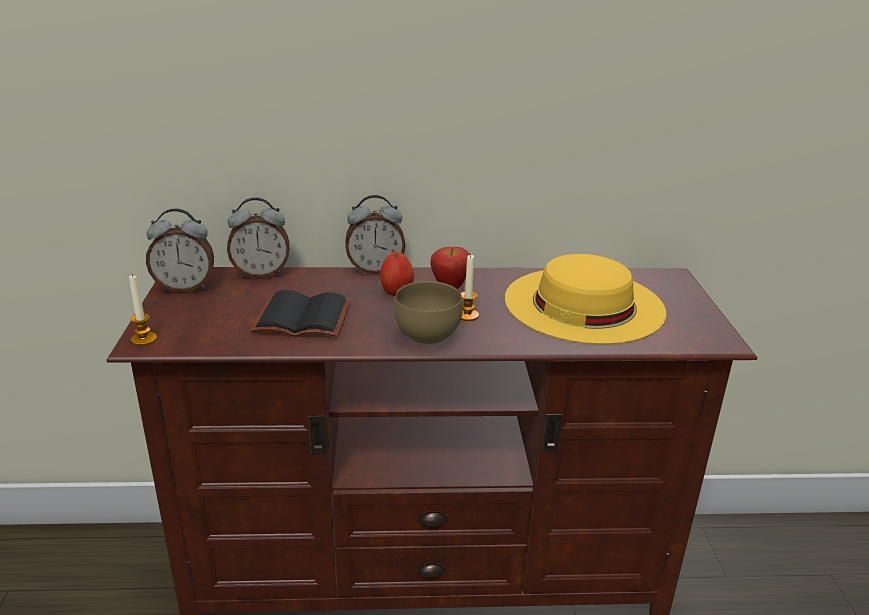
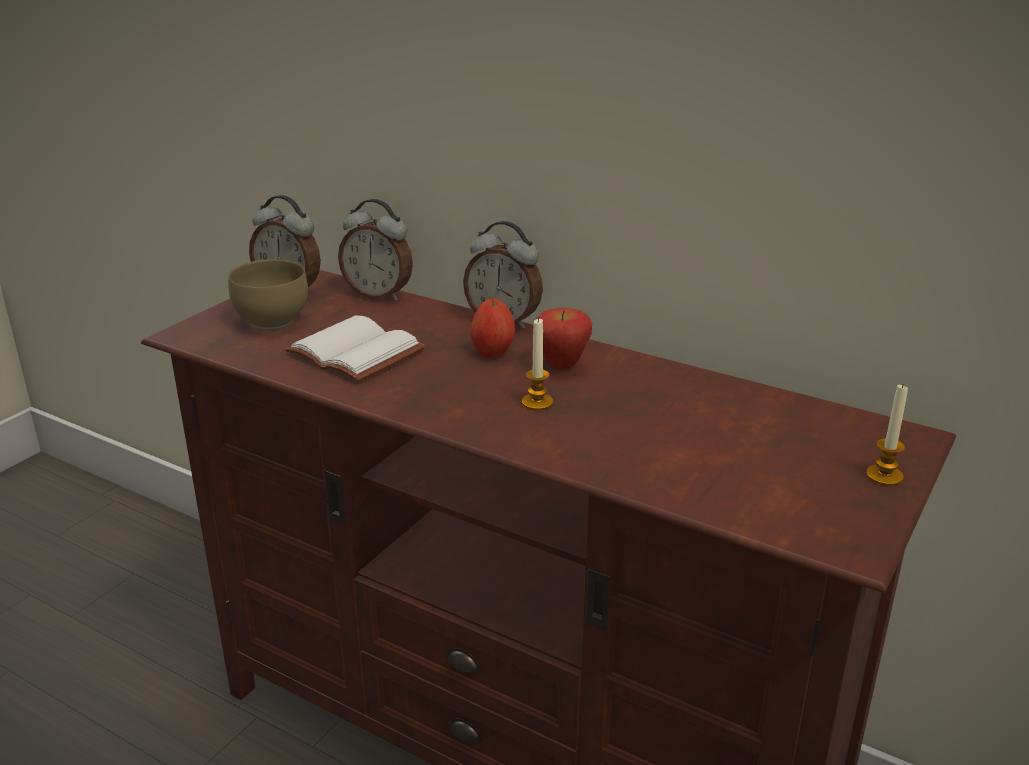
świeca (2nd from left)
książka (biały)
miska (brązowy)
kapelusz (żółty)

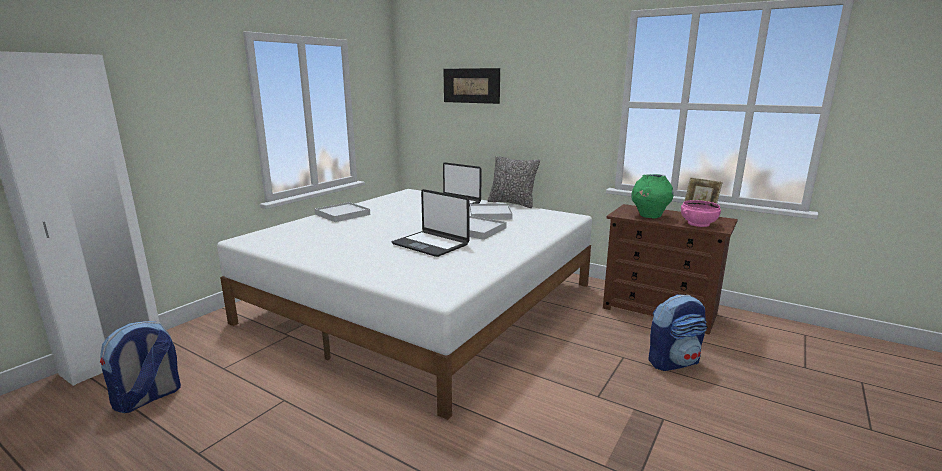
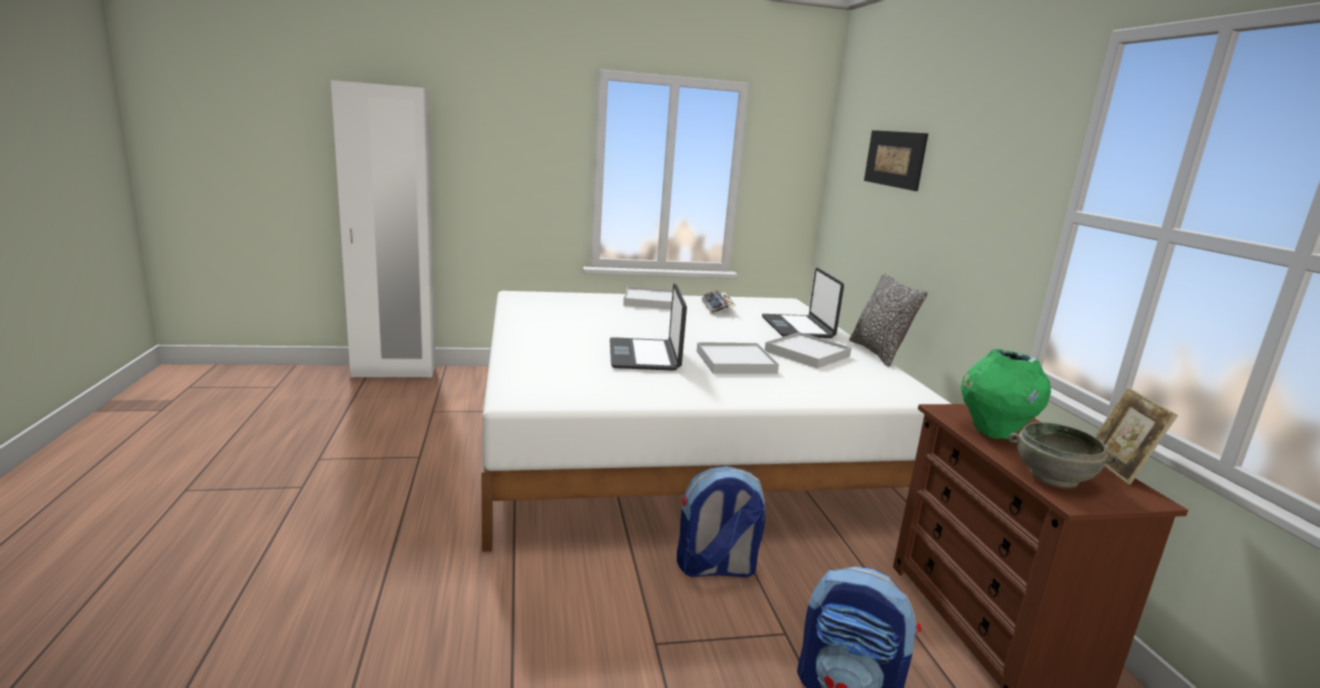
plecak (1st from left)
miska (szary)
klawiatura

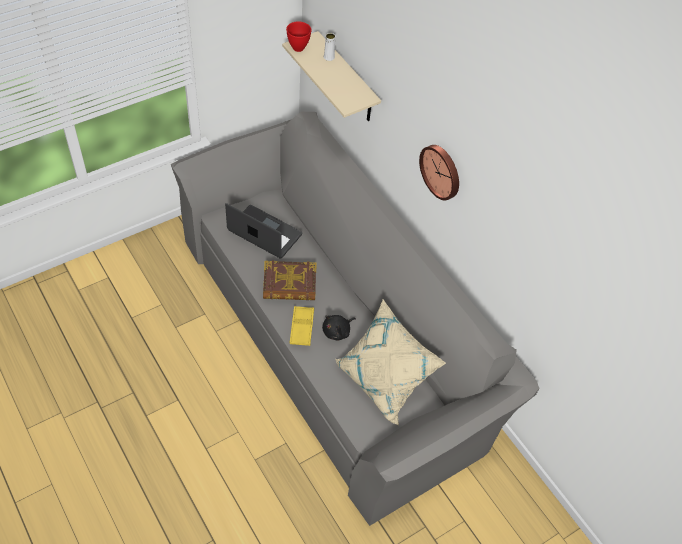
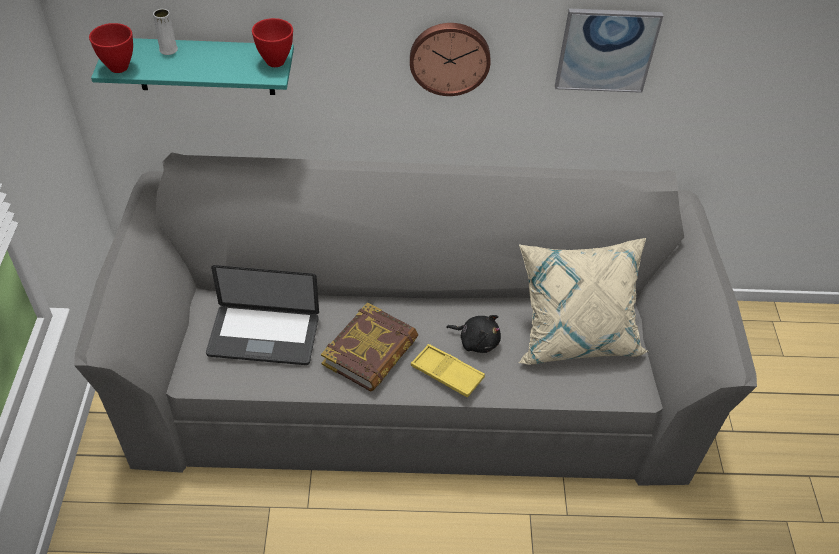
laptop
półka (turkusowy)
pluszak (czarny)
miska (czerwony) (2nd from left)
obraz

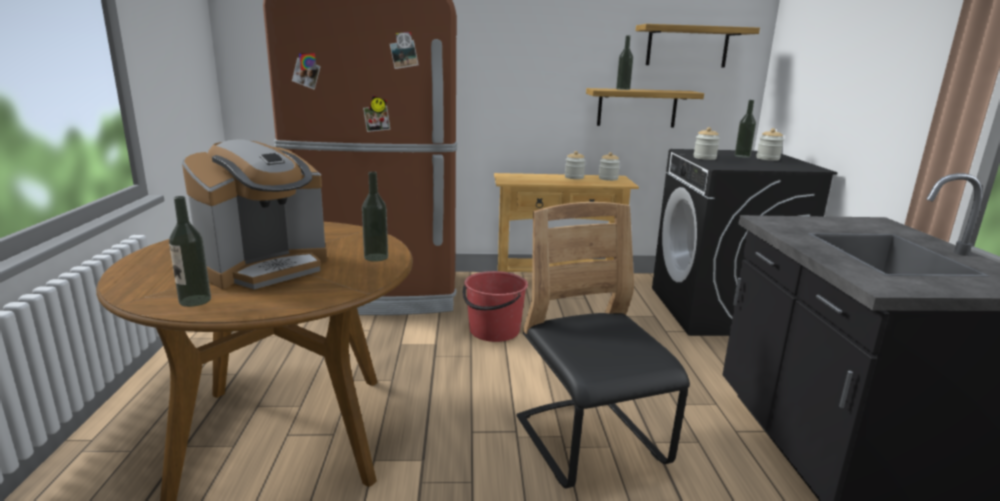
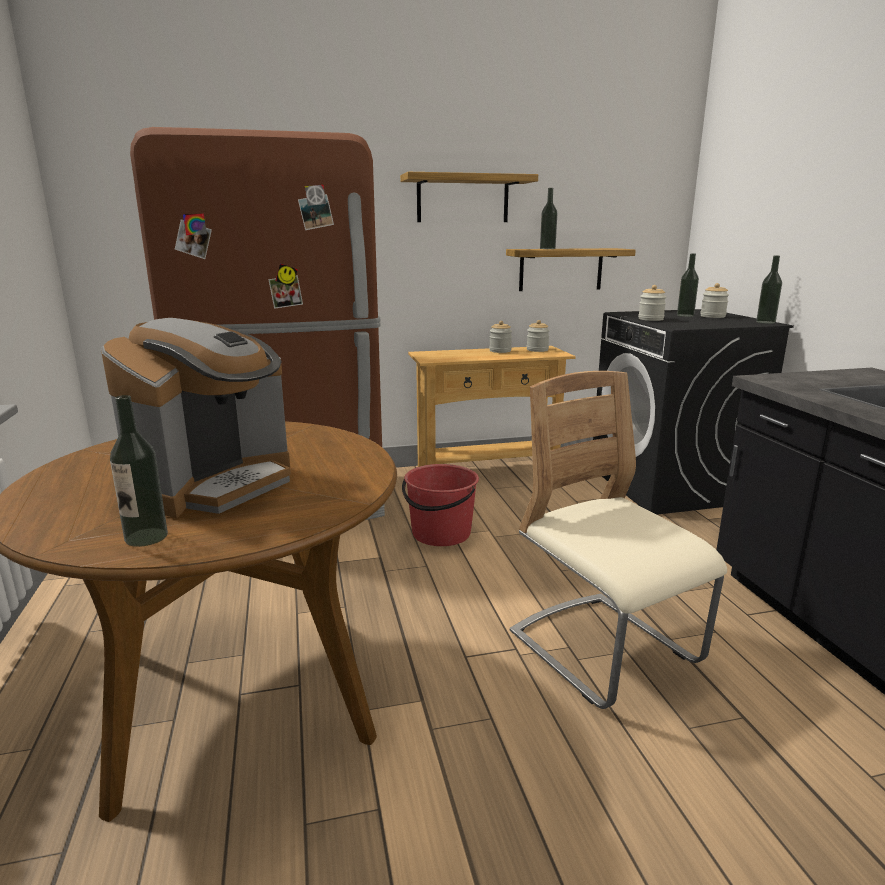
butelka (4th from left)
krzesło (beżowy)
półka (1st from left)

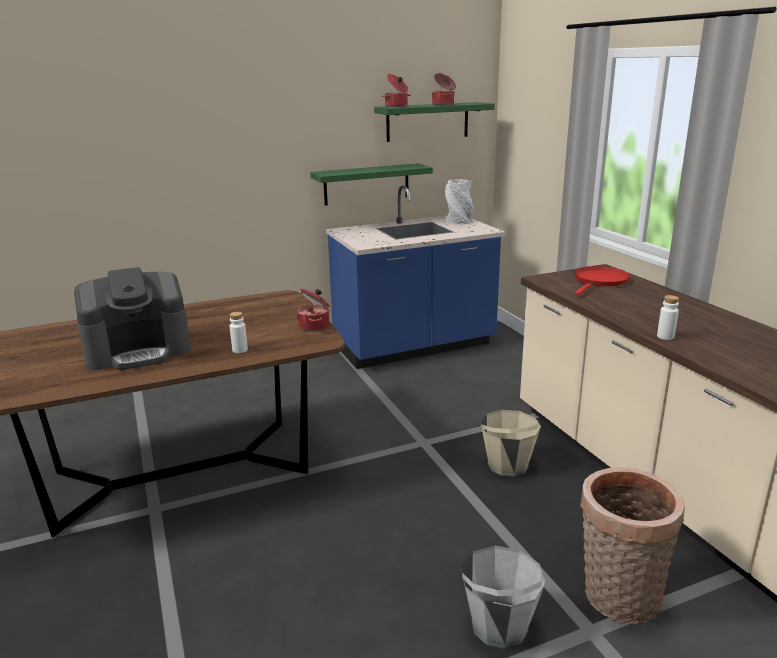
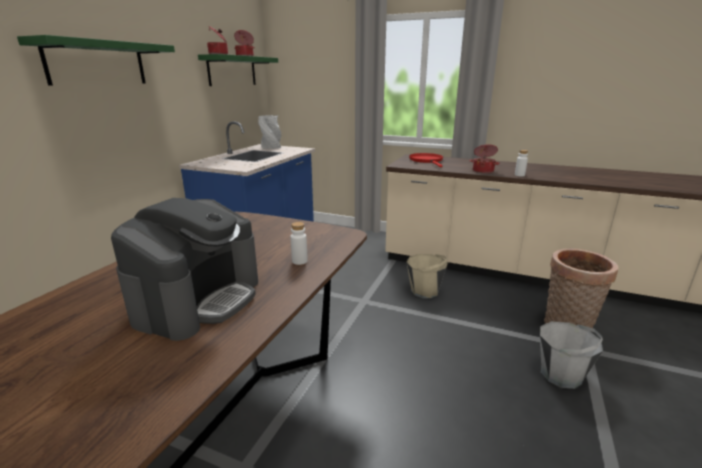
garnek (3rd from left)
półka (zielony) (1st from left)

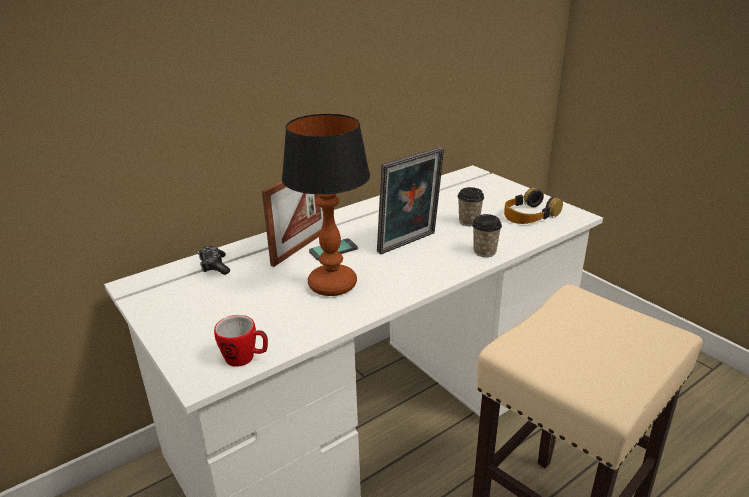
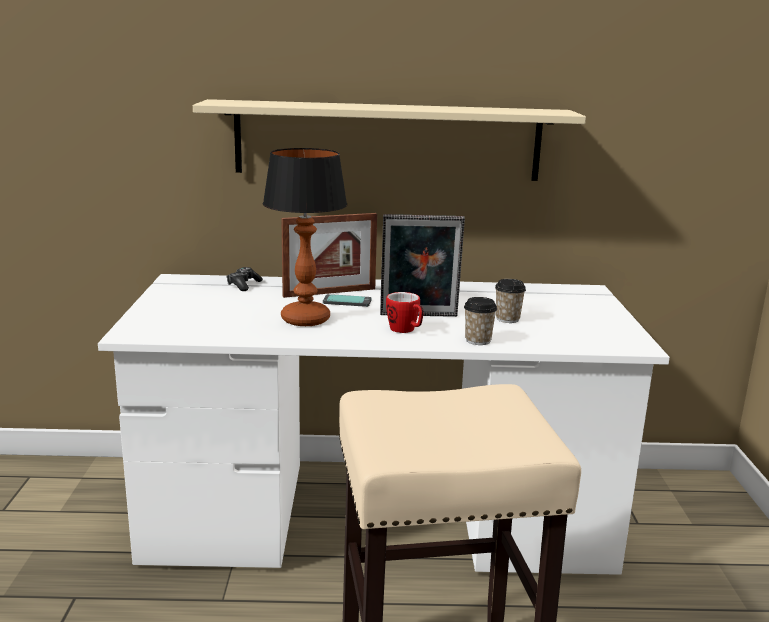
kubek
słuchawki
półka (beżowy)

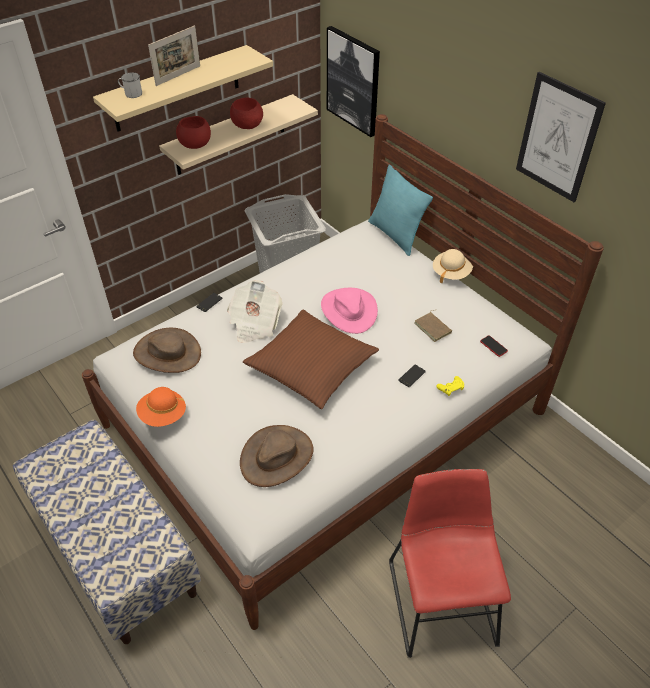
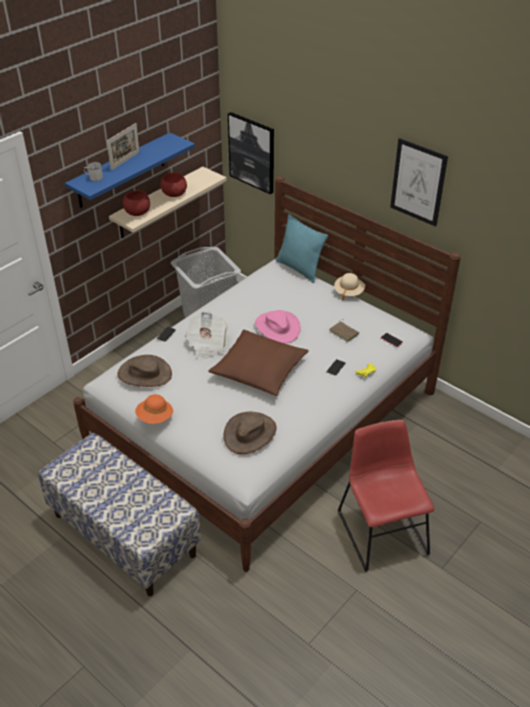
półka (niebieski)

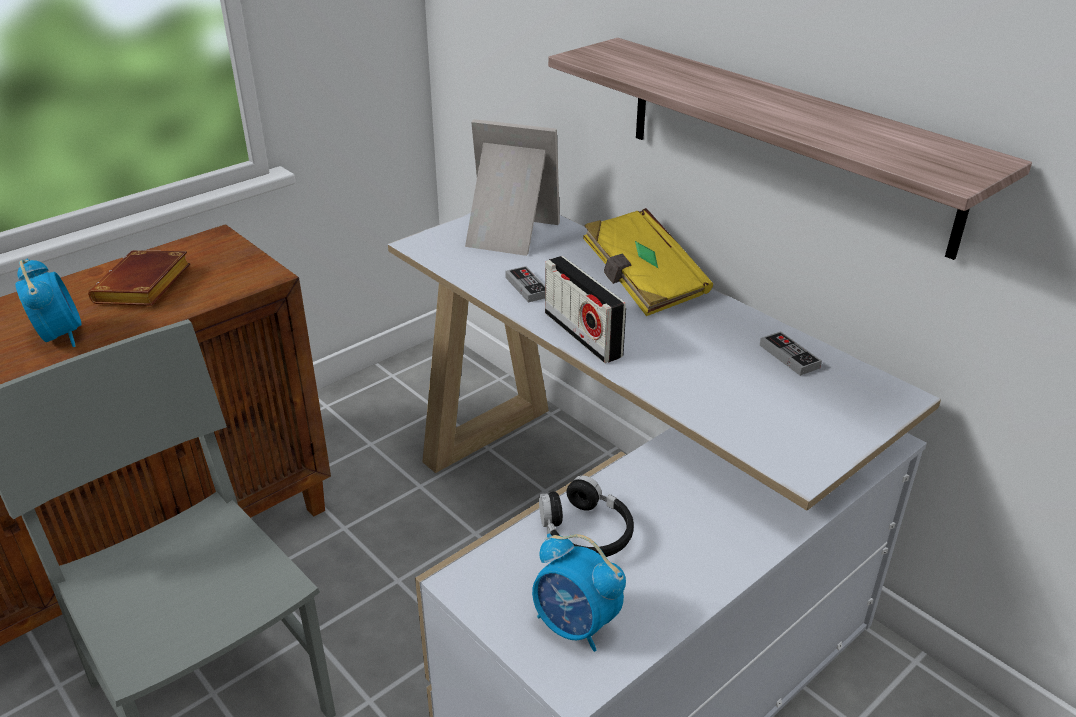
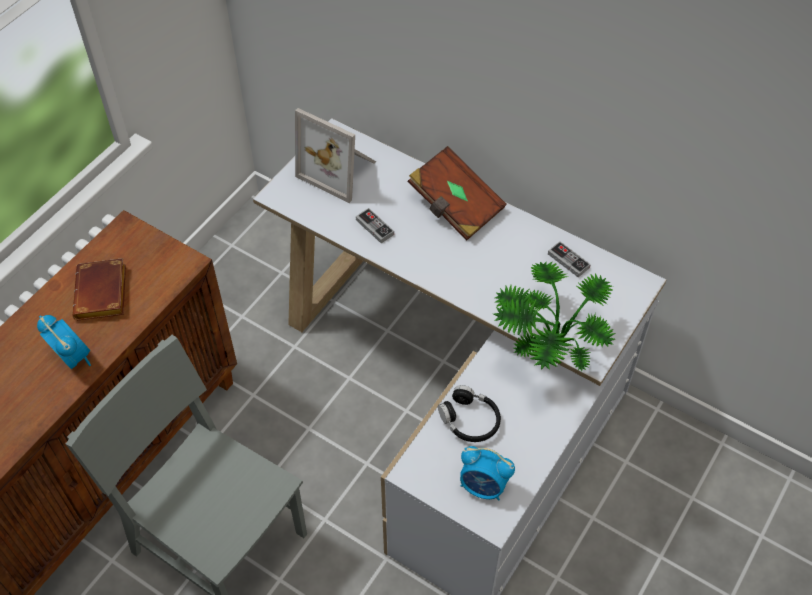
ramka na zdjęcie
radio
półka
książka (brązowy) (2nd from left)
roślina doniczkowa

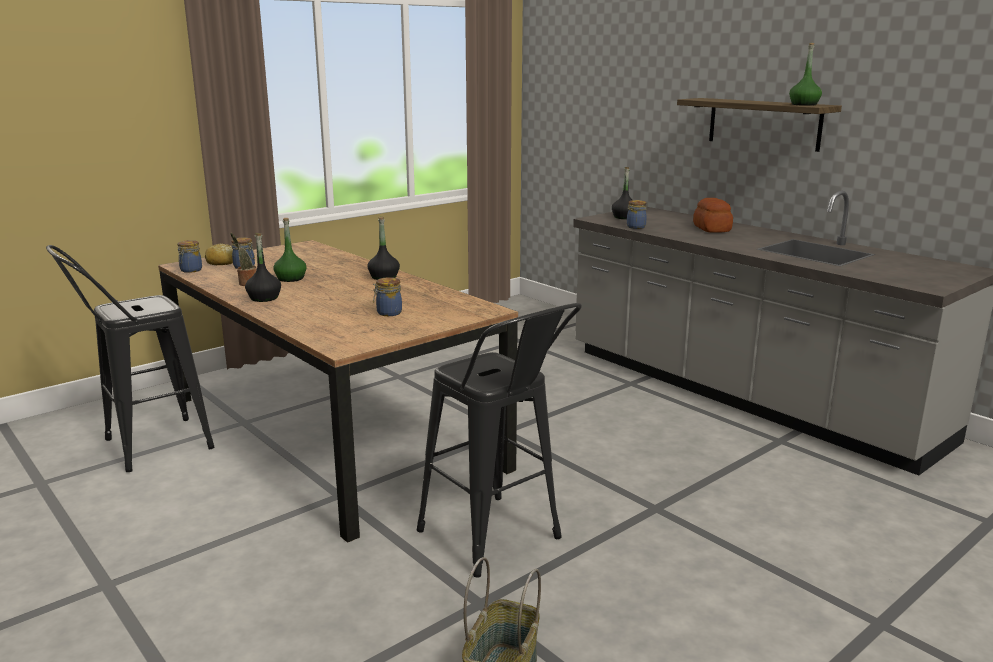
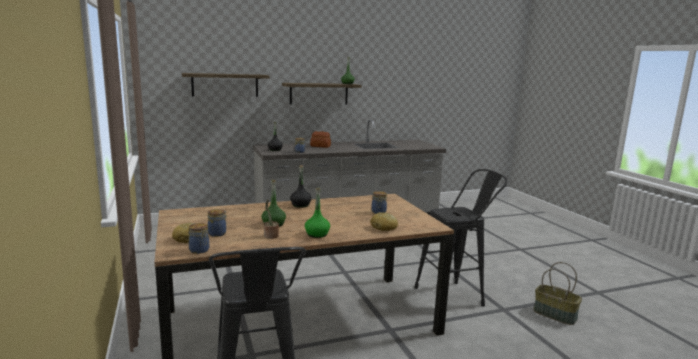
butelka (zielony) (2nd from left)
półka (1st from left)
chleb (3rd from left)

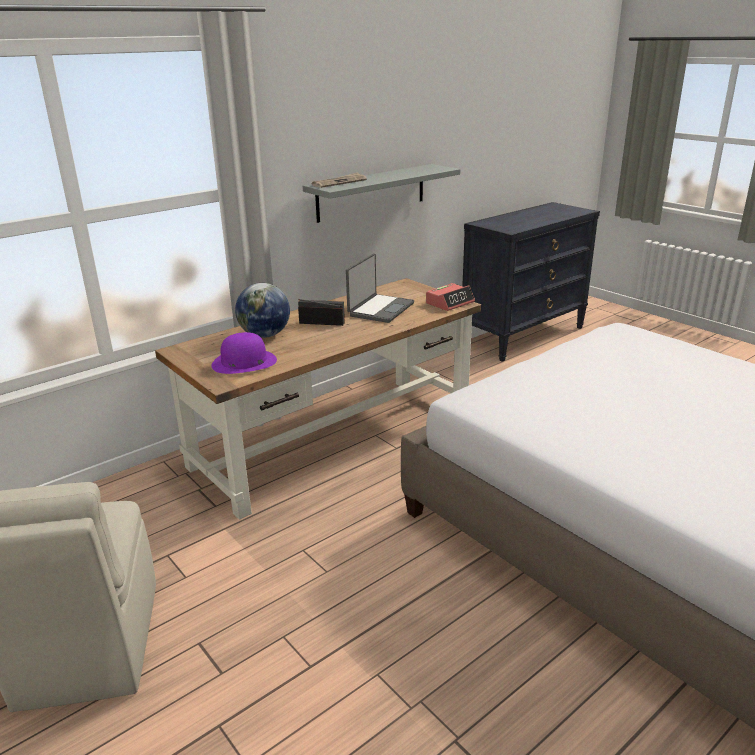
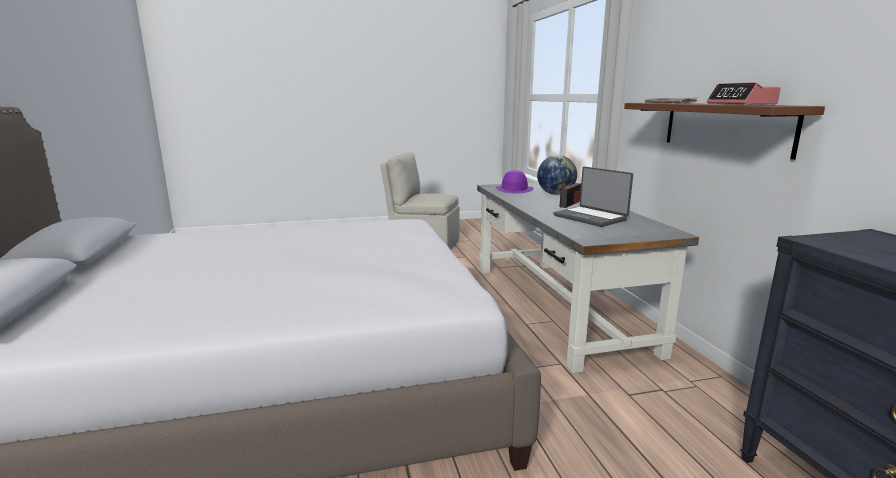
biurko (szary)
półka (brązowy)
budzik

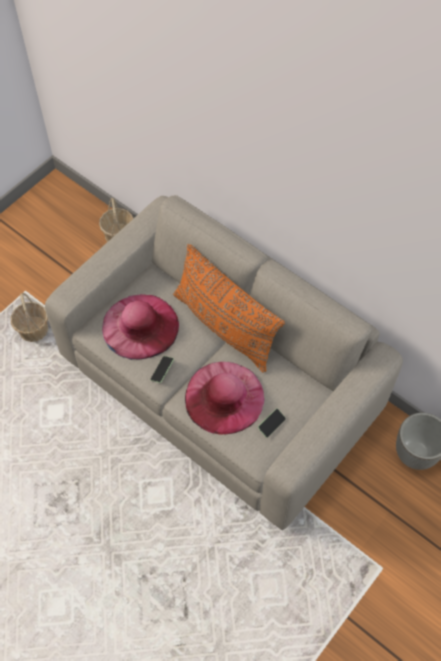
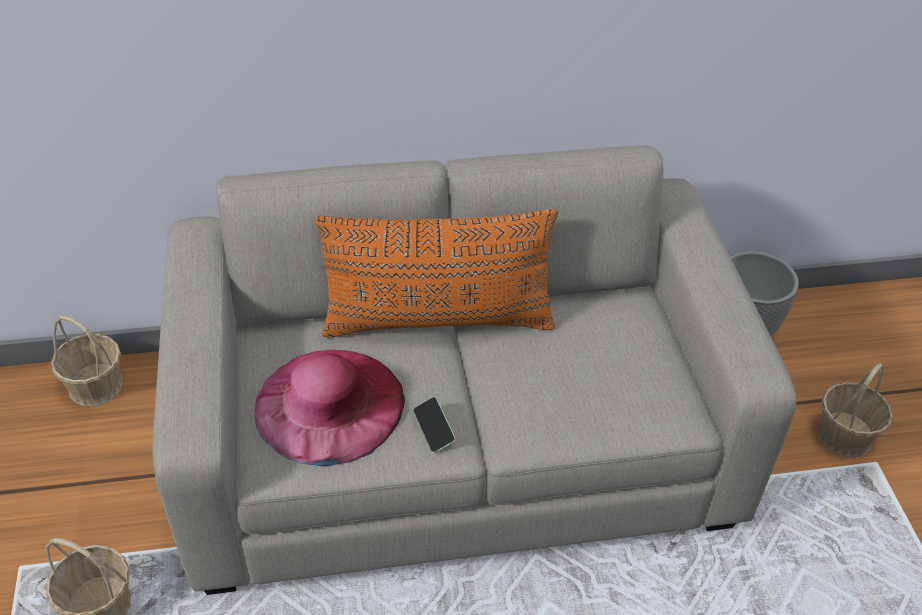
kapelusz (różowy) (2nd from left in the first image)
telefon (2nd from left in the first image)
koszyk (3rd from left)

